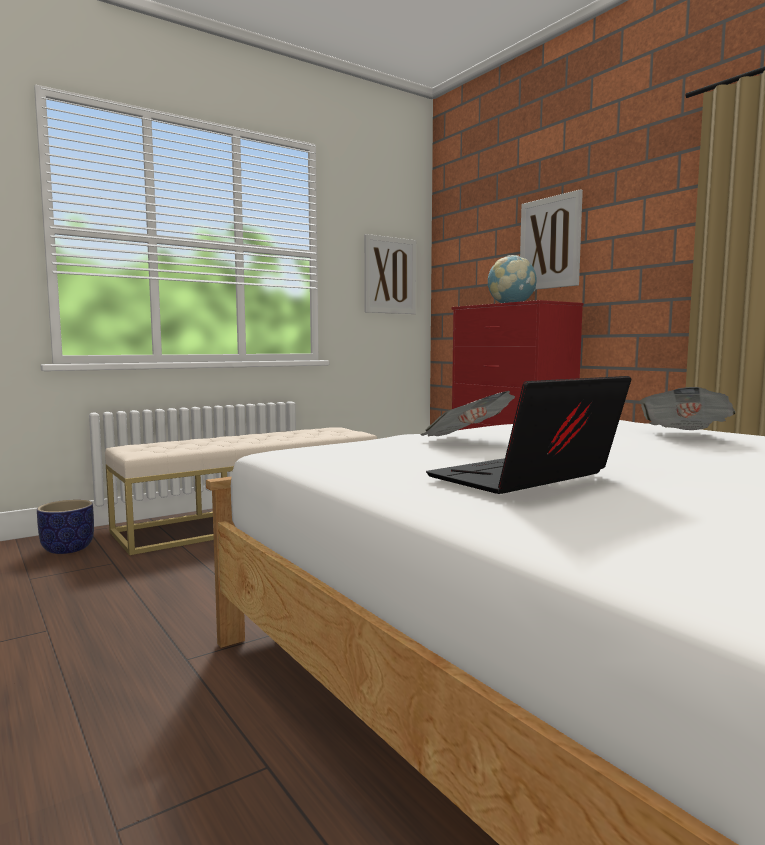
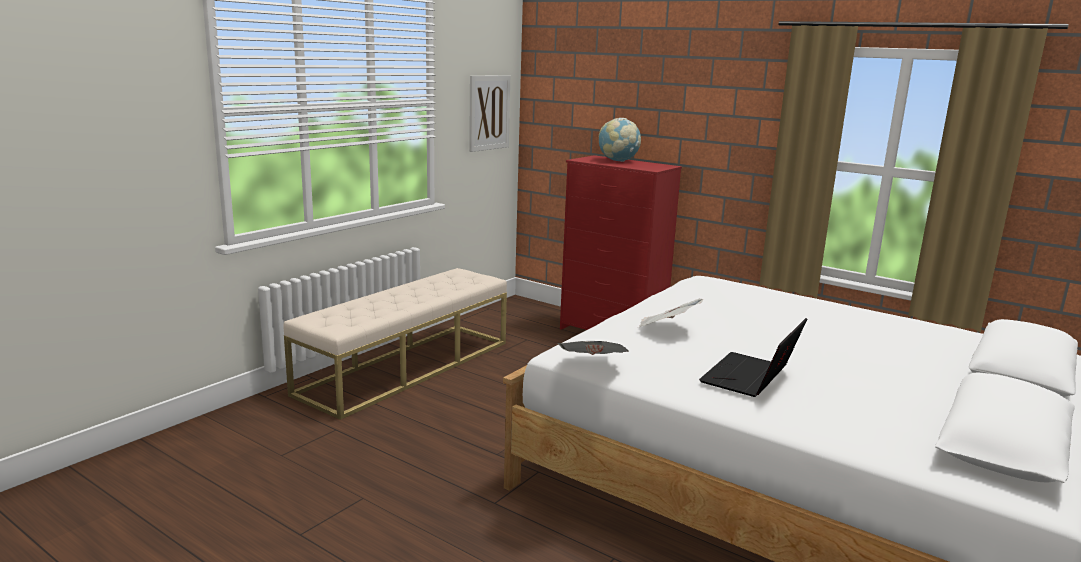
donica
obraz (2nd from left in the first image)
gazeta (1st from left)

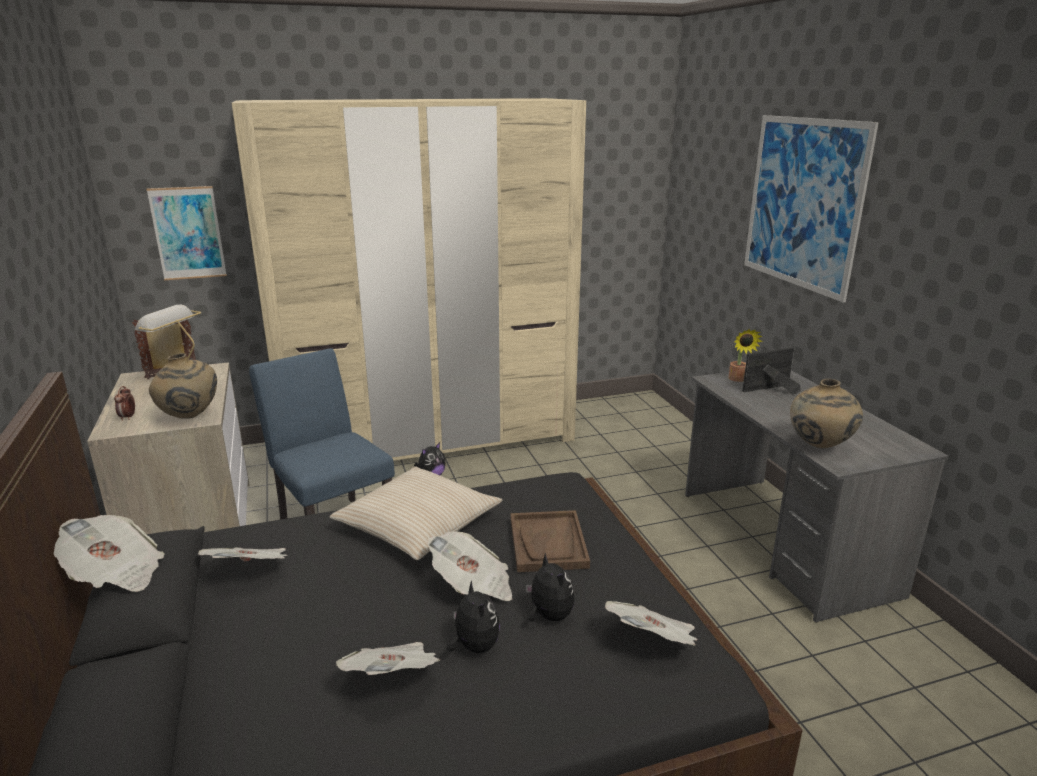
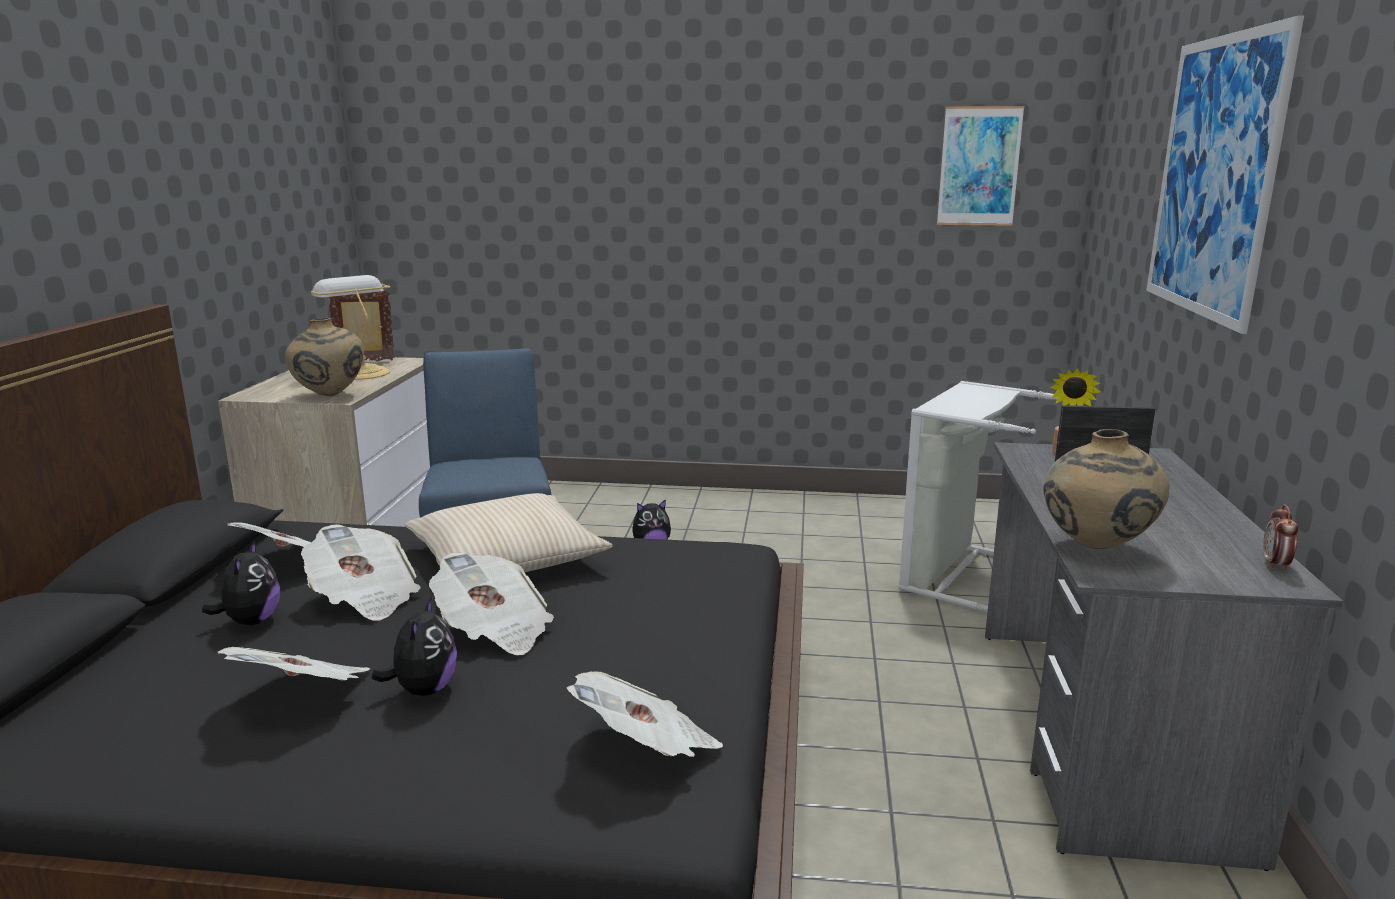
gazeta (3rd from left)
budzik
obraz (1st from left)
szafa (beżowy)
taca (brązowy)
pluszak (1st from left)
kosz na pranie (szary)

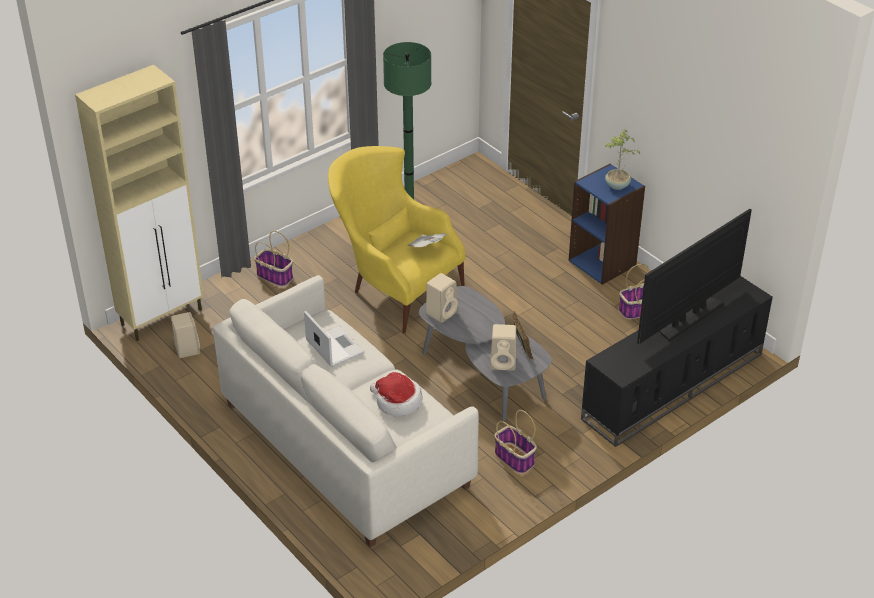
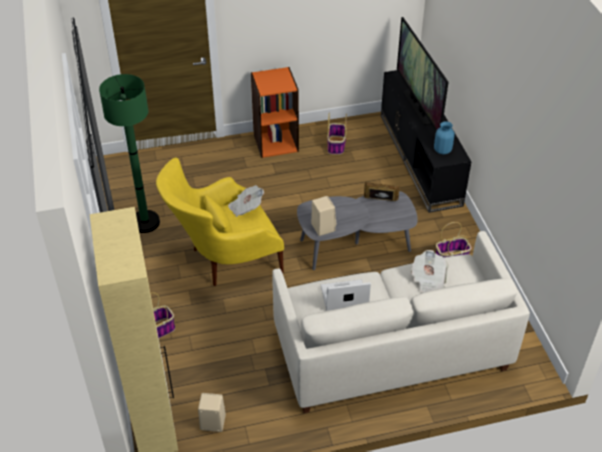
gazeta (2nd from left)
głośnik (beżowy) (3rd from left in the first image)
regał (pomarańczowy)
roślina doniczkowa
wazon (niebieski)

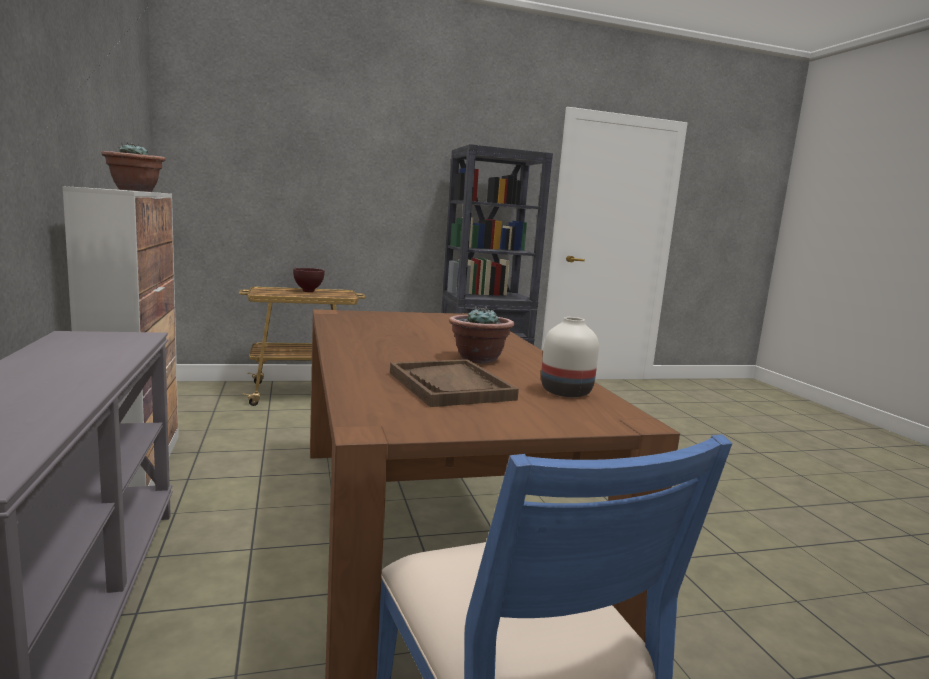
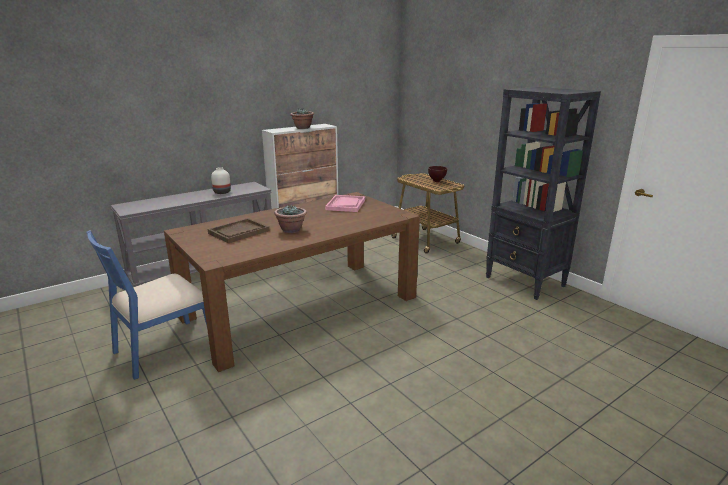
wazon (biały)
taca (różowy)

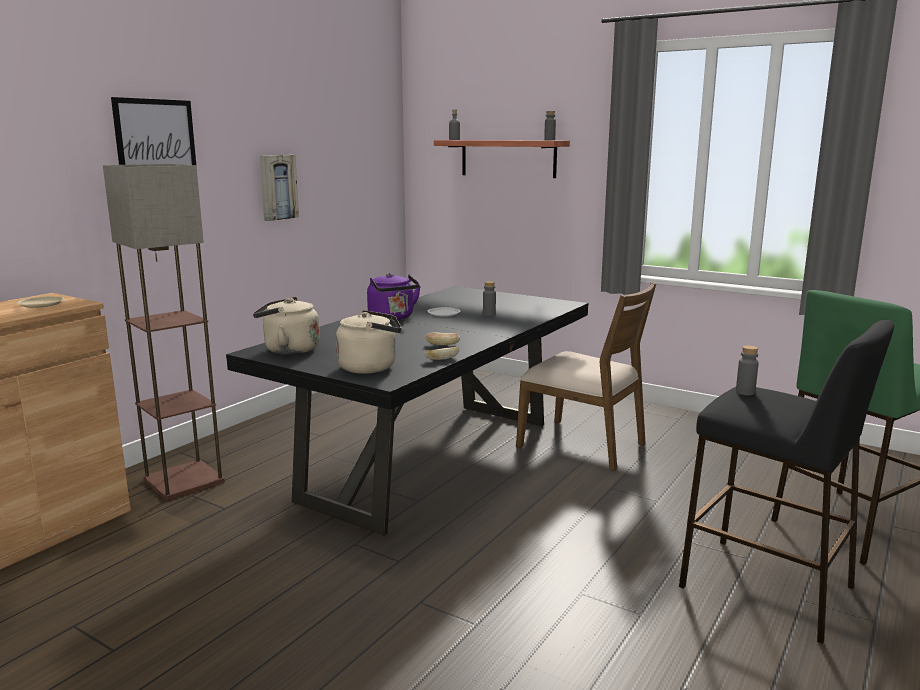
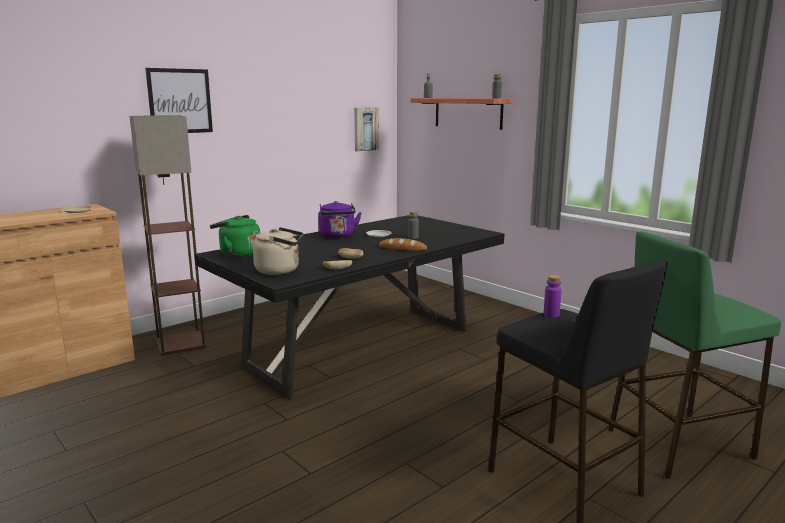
czajnik (zielony)
obraz (2nd from left)
krzesło (brązowy)
butelka (fioletowy)
chleb (3rd from left)

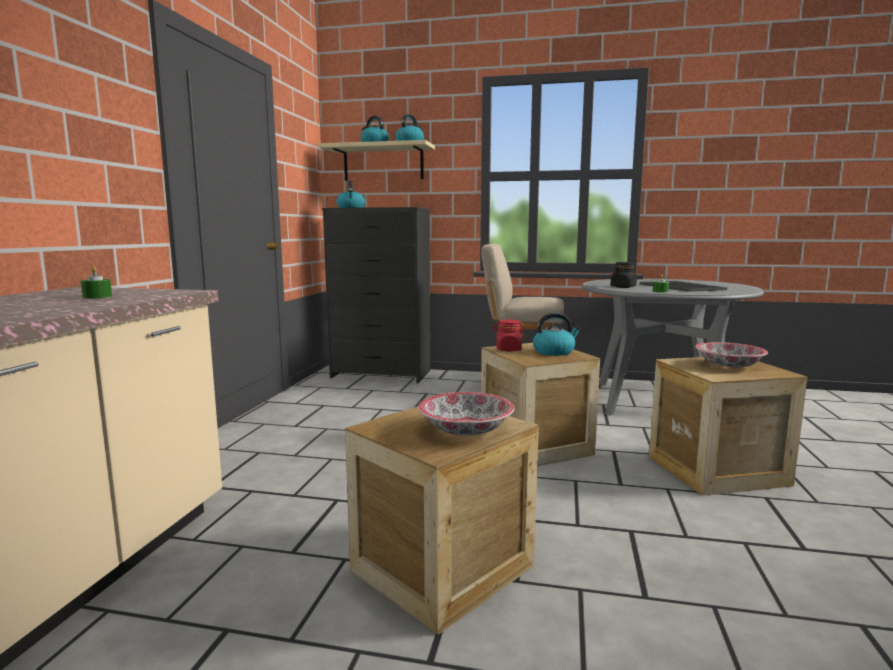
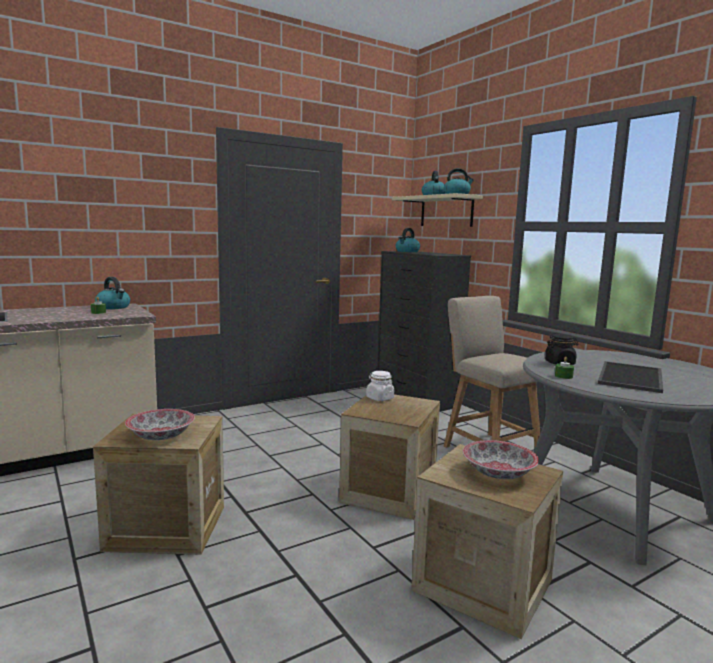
słoik (biały)
czajnik (1st from left)

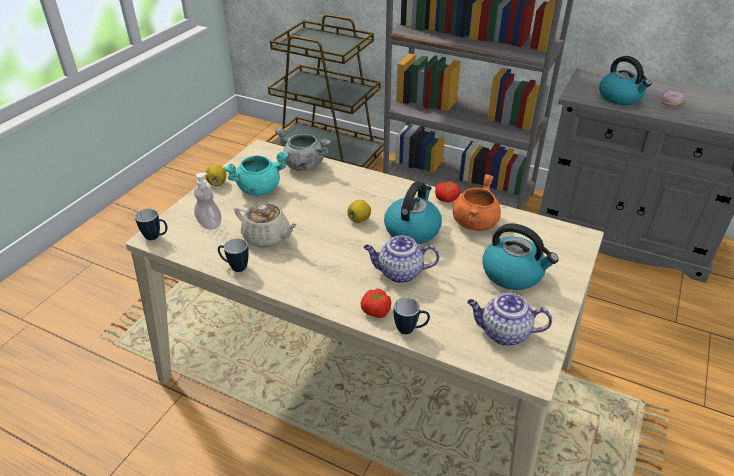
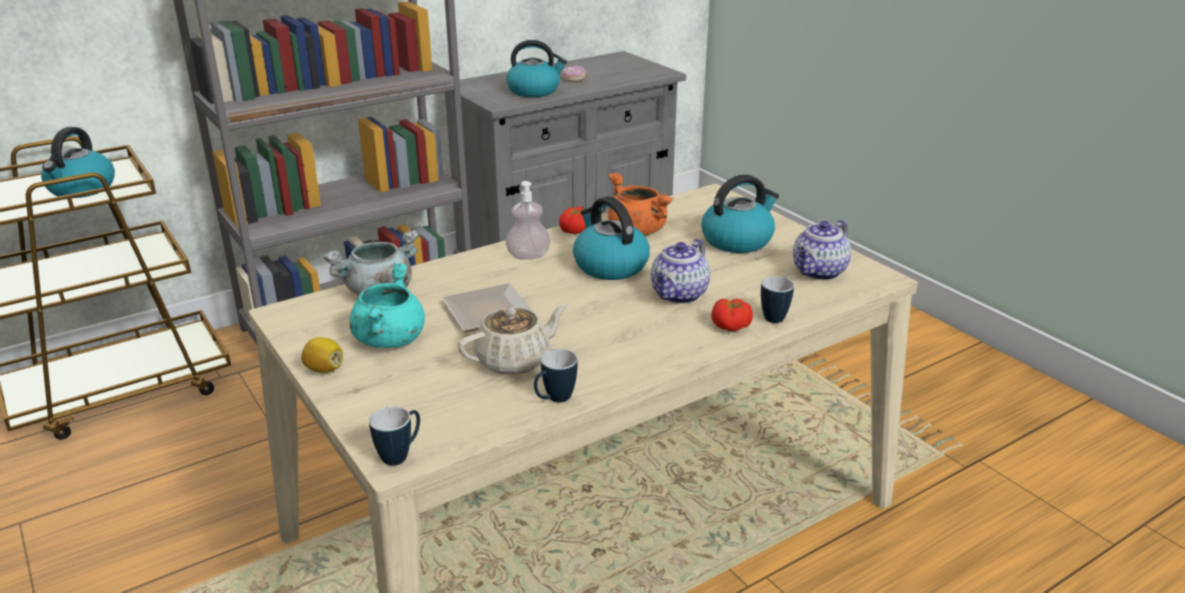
dozownik mydła
cytryna (2nd from left in the first image)
czajnik (1st from left)
talerz

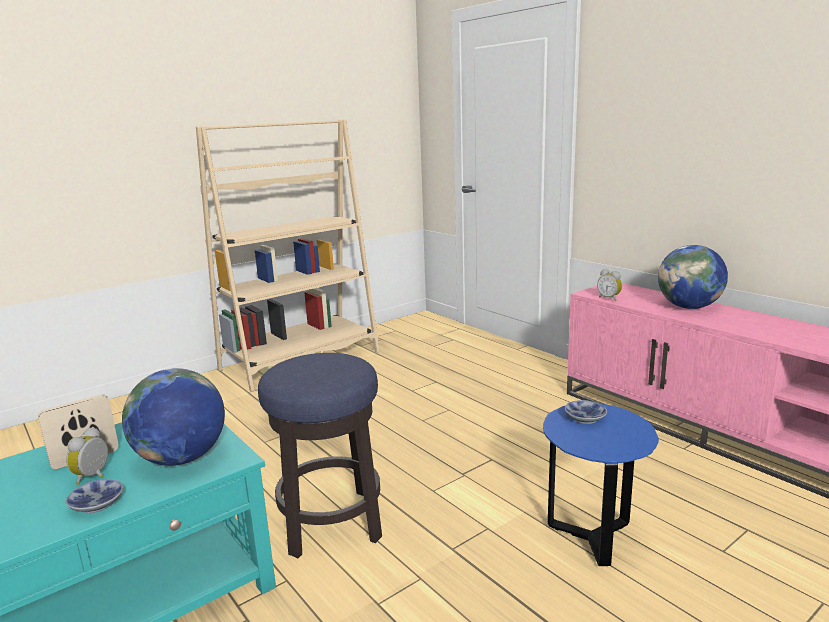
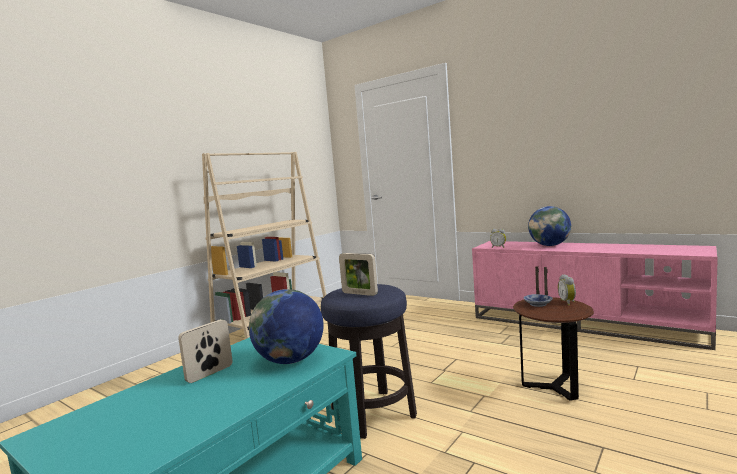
budzik (2nd from left)
miska (1st from left in the first image)
stolik (brązowy)
ramka na zdjęcie (2nd from left)

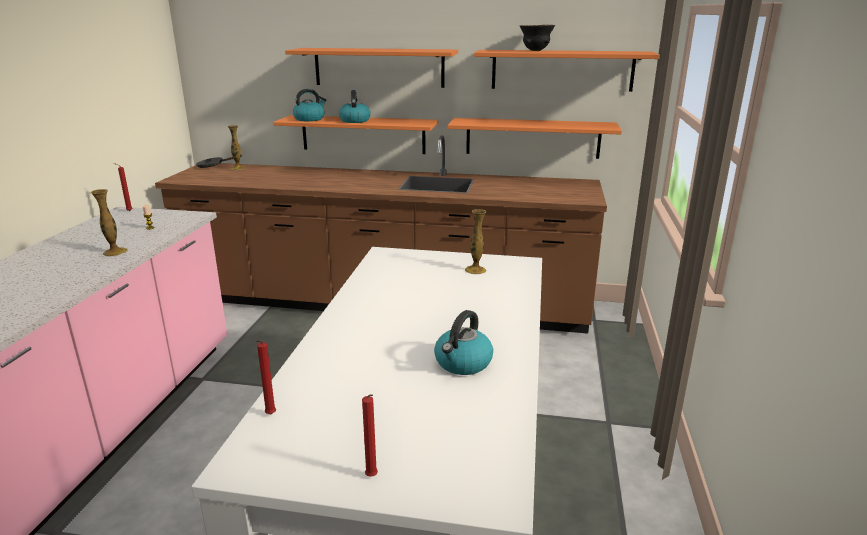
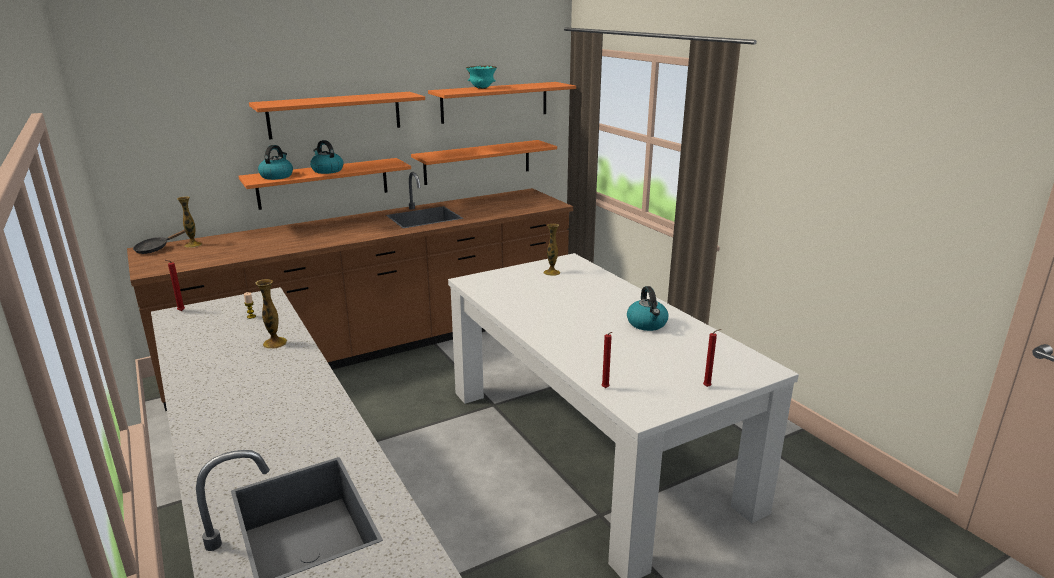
miska (turkusowy)

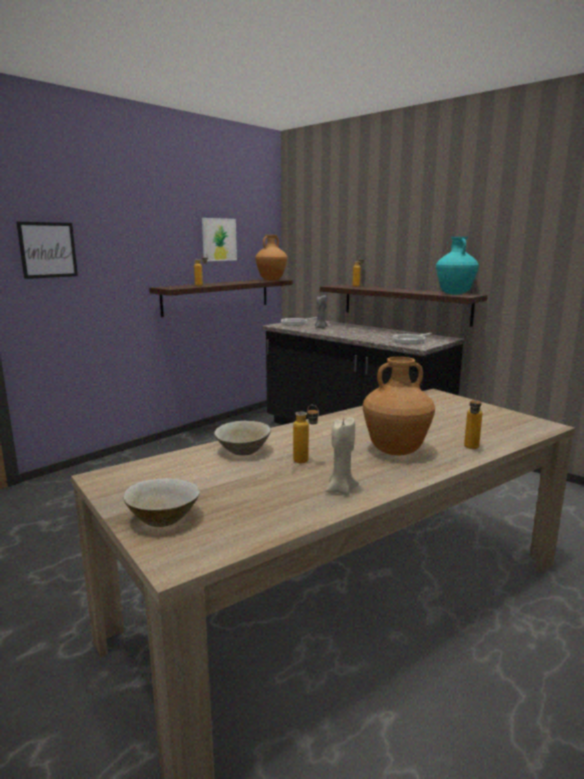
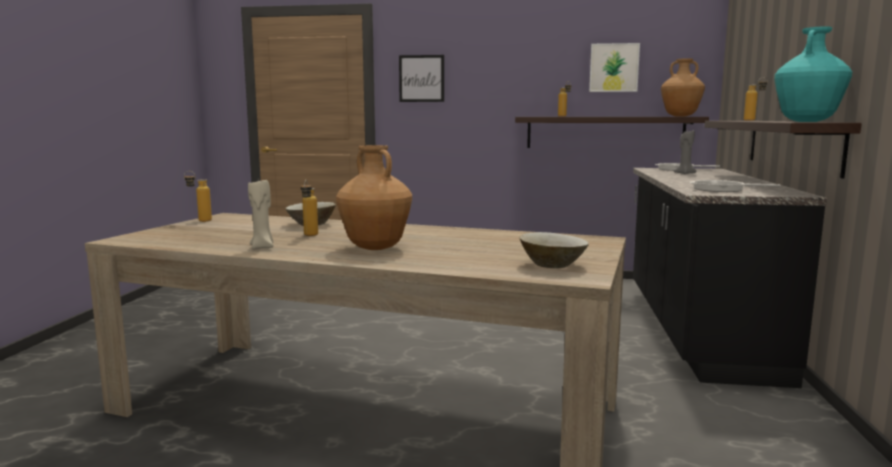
miska (beżowy) (2nd from left)
butelka (1st from left)

